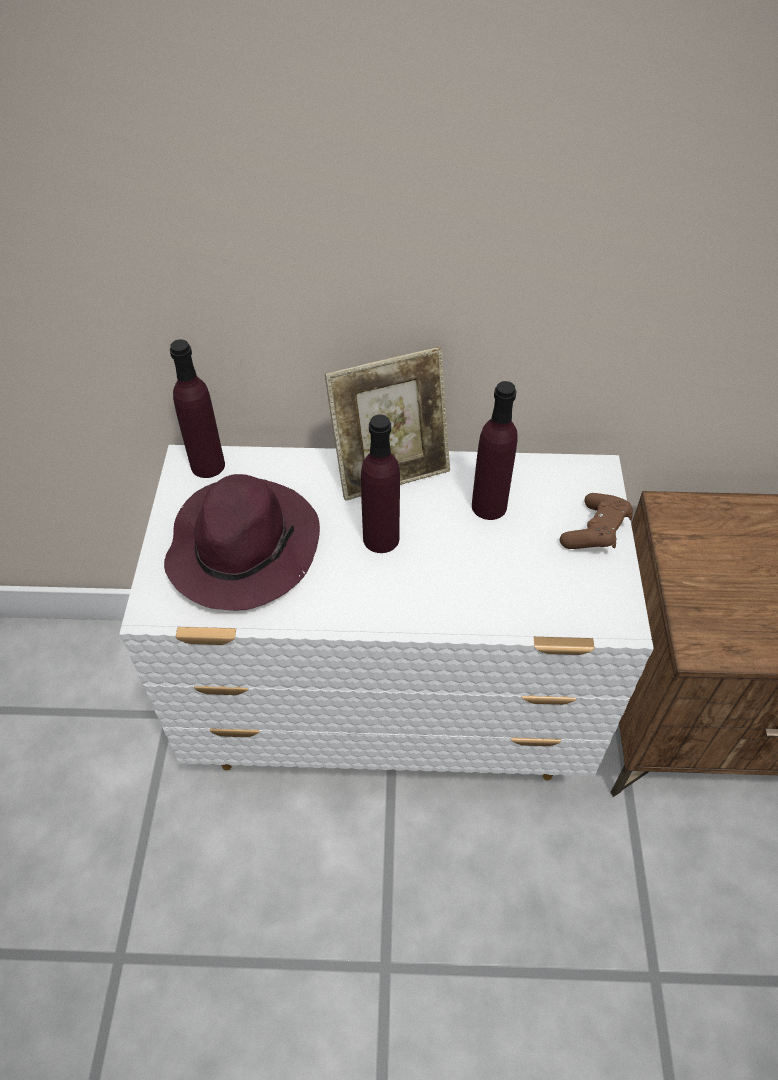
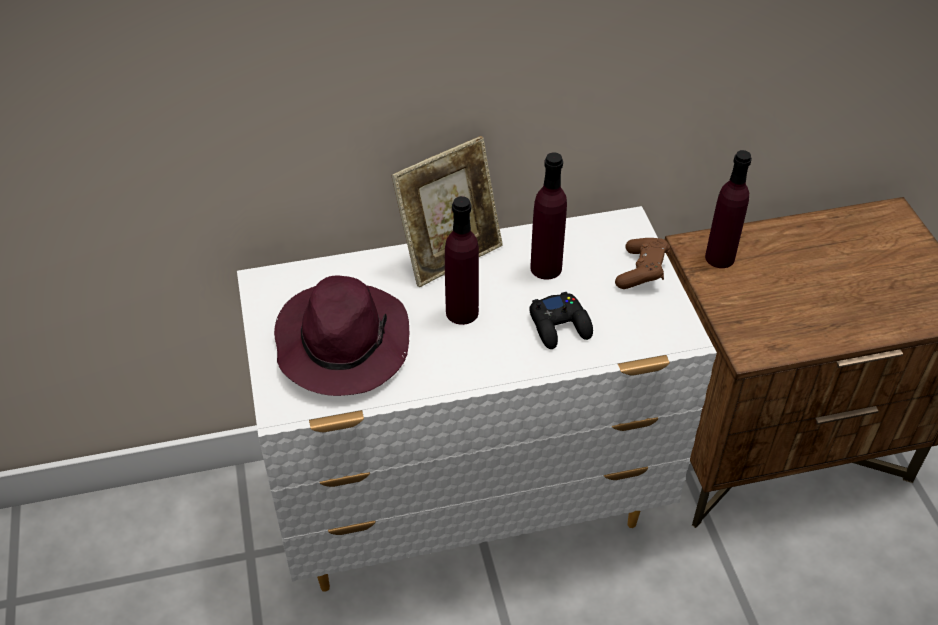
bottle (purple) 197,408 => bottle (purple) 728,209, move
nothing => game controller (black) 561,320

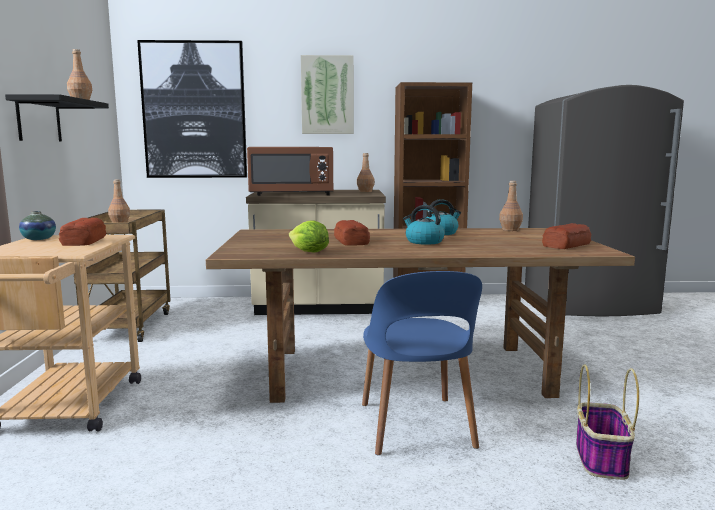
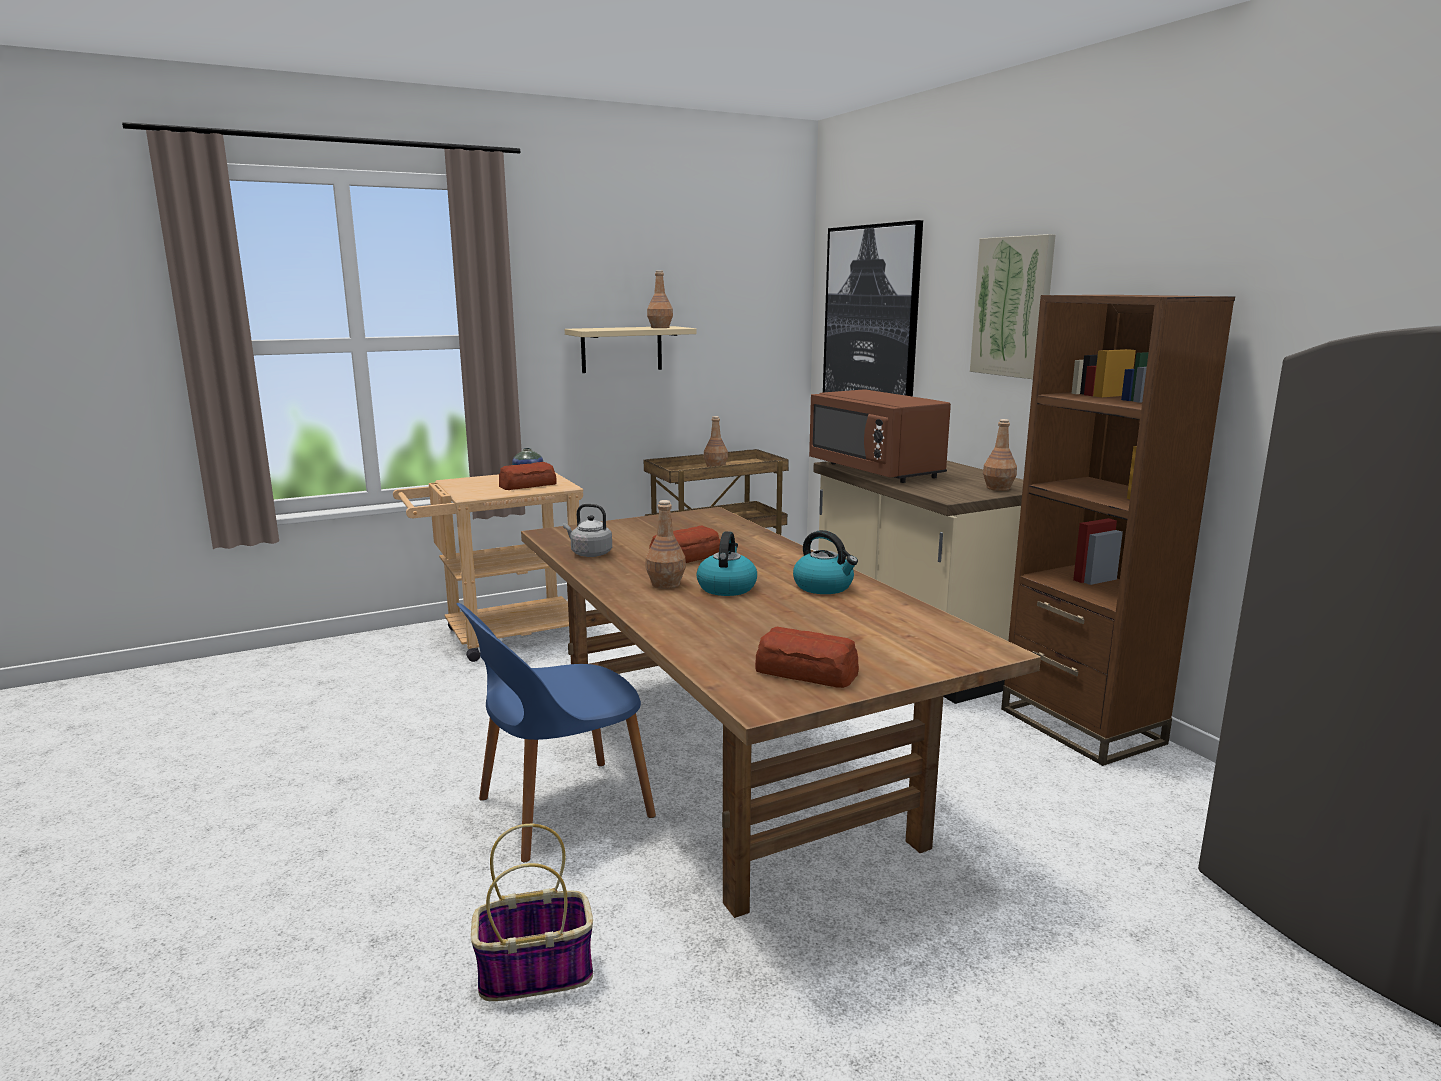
shelf (black) 57,117 => shelf (beige) 630,349
lettuce 309,236 => kettle (grey) 587,530
bottle (brown) 511,206 => bottle (brown) 665,544, move

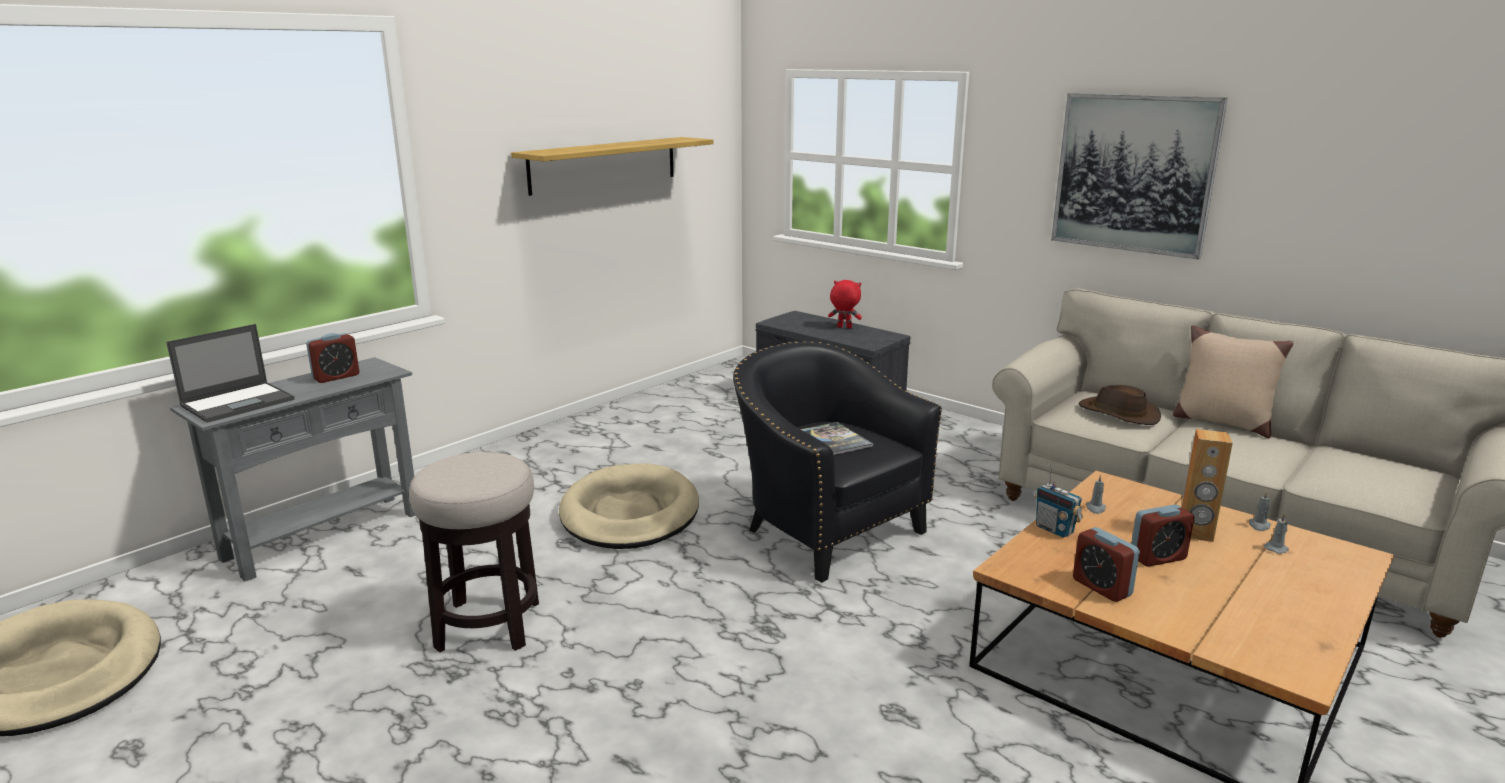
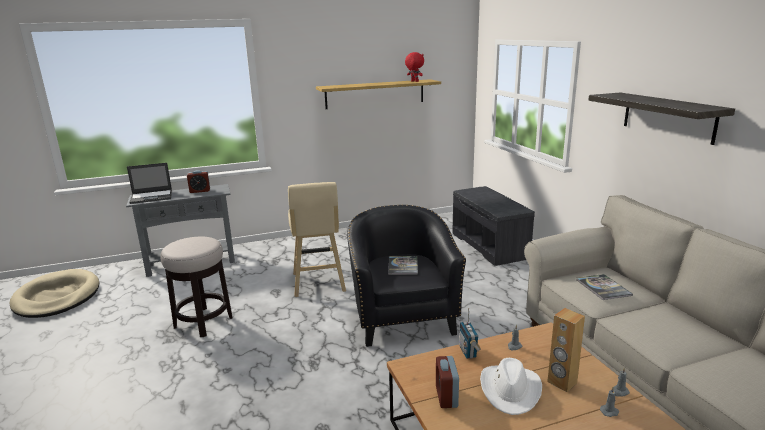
dog bed (beige) 629,506 => stool (beige) 317,239
plush toy (red) 845,304 => plush toy (red) 414,67, move
picture 1139,176 => shelf 661,119
hat (brown) 1120,405 => book 604,287
alarm clock 1163,535 => hat (white) 511,386
pillow (beige) 1233,381 => nothing

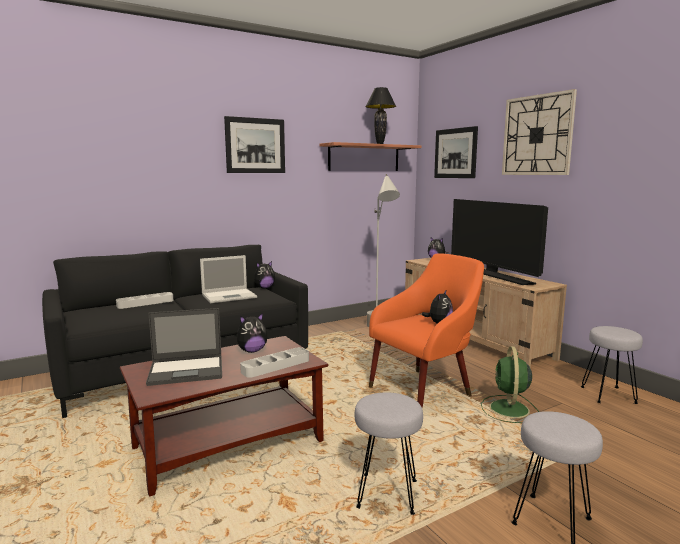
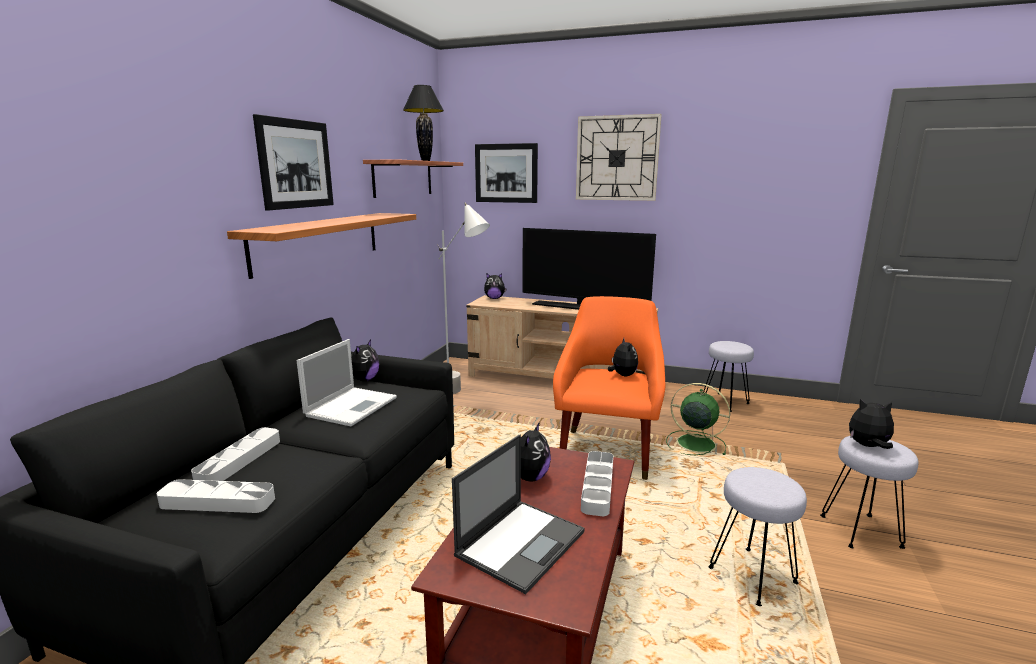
fan (green) 510,384 => fan (green) 698,419, 150 degrees clockwise
nothing => tray (grey) 216,496
nothing => shelf 321,246
nothing => plush toy 871,424

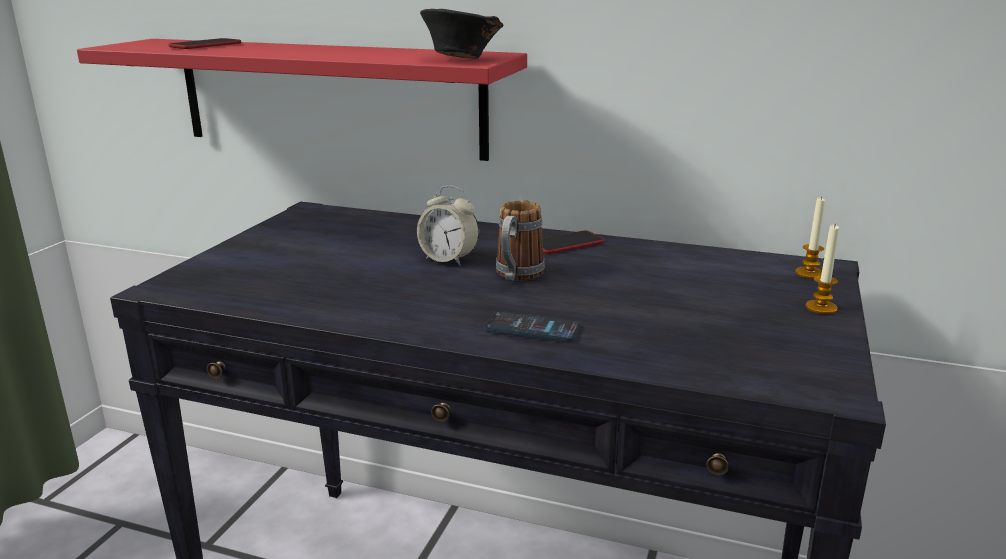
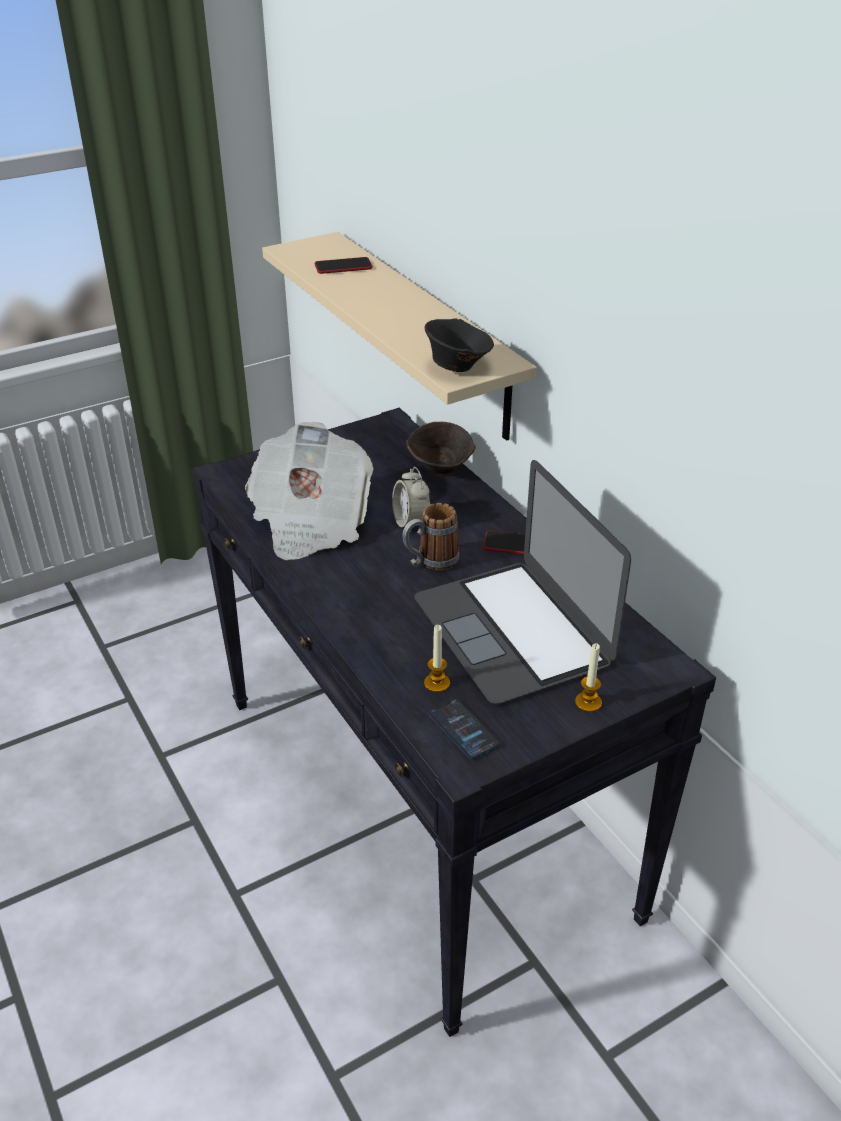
shelf (red) 302,100 => shelf (beige) 399,336
phone 532,326 => phone 464,729, move
candle 810,237 => candle 437,659, move
nothing => newspaper 309,491
nothing => bowl (brown) 441,448
nothing => laptop 522,582

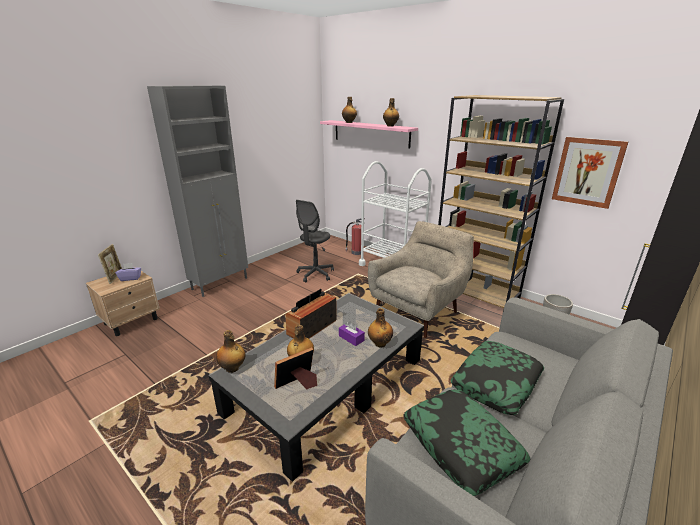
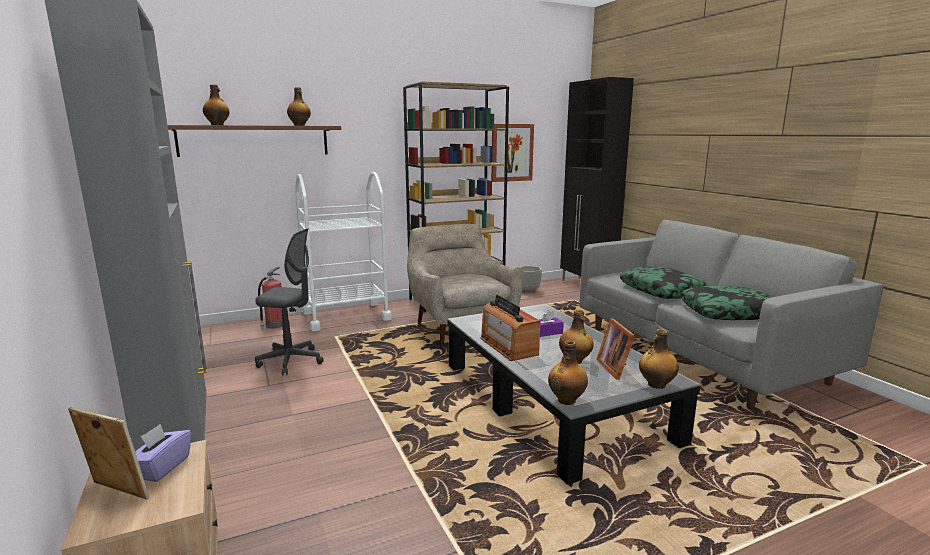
office chair (grey) 315,241 => office chair (grey) 289,301, 45 degrees counterclockwise
shelf (pink) 369,134 => shelf (brown) 254,141
bottle 380,328 => bottle 659,359, move

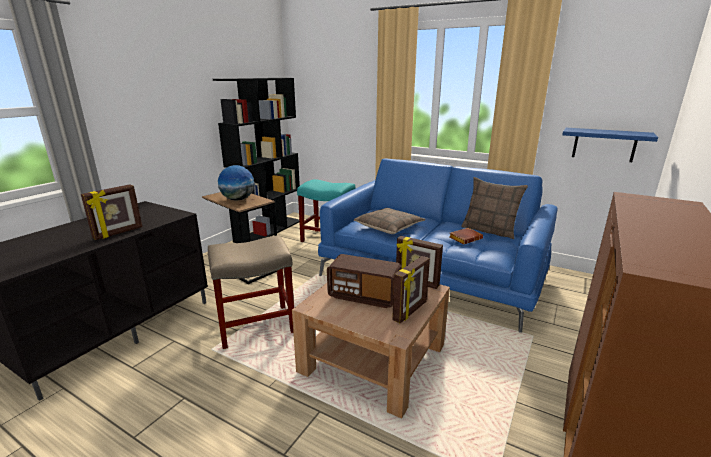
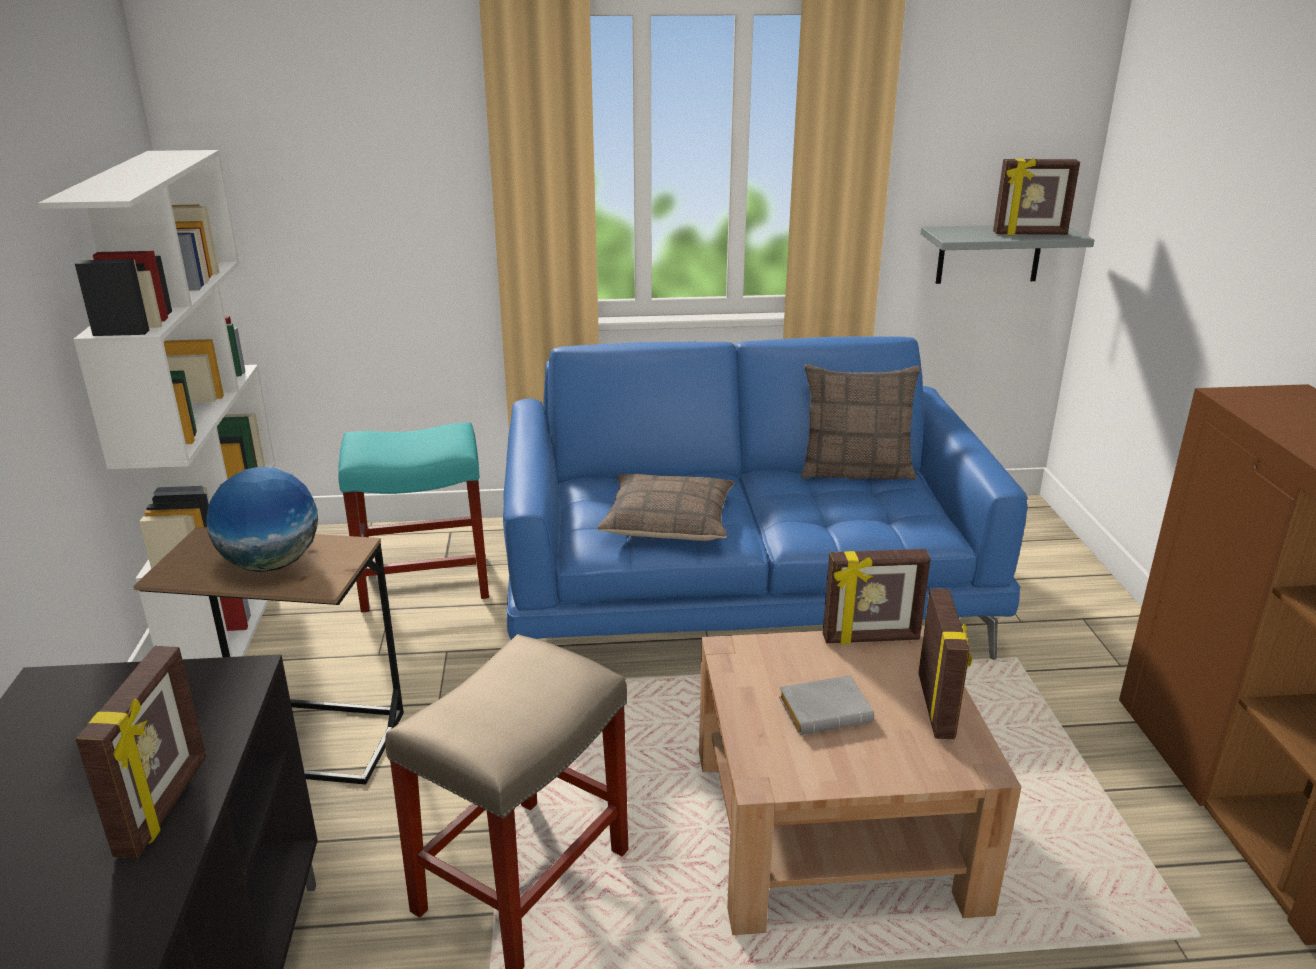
bookcase (black) 256,160 => bookcase (white) 157,404
radio 364,281 => book (grey) 826,705
book (brown) 466,236 => nothing
shelf (blue) 610,145 => shelf (grey) 1007,254
nothing => picture frame 1036,196

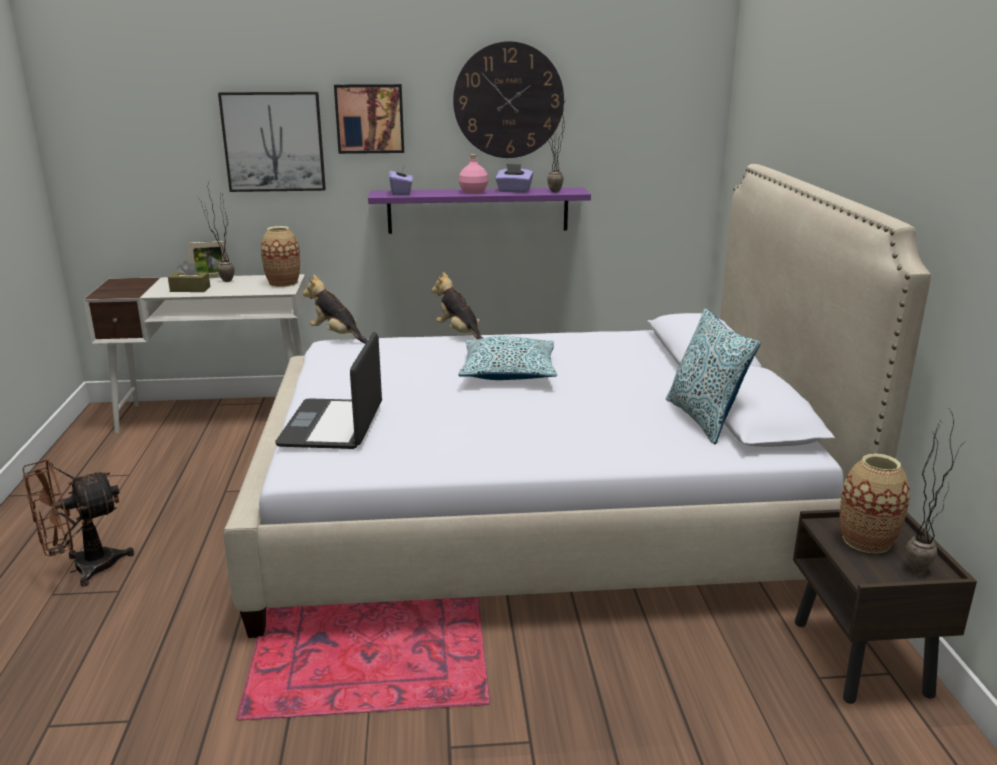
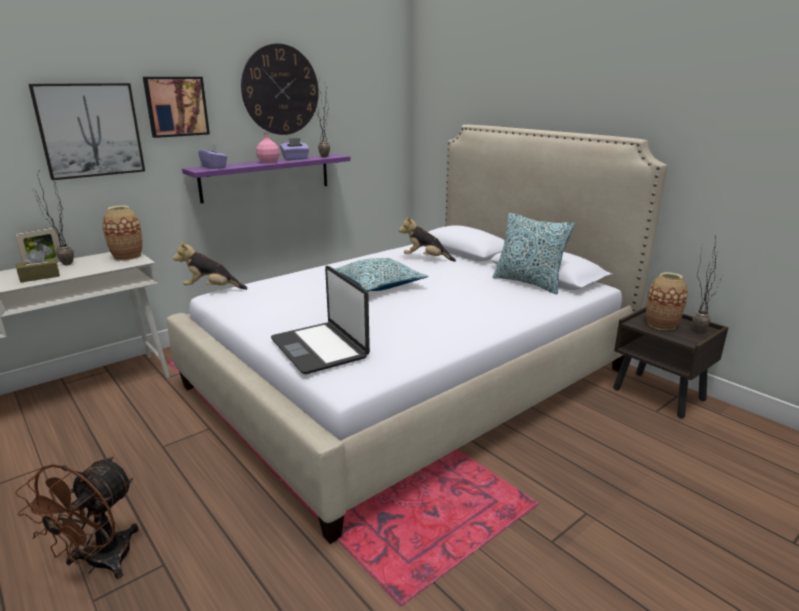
plush toy 457,305 => plush toy 427,239, move

